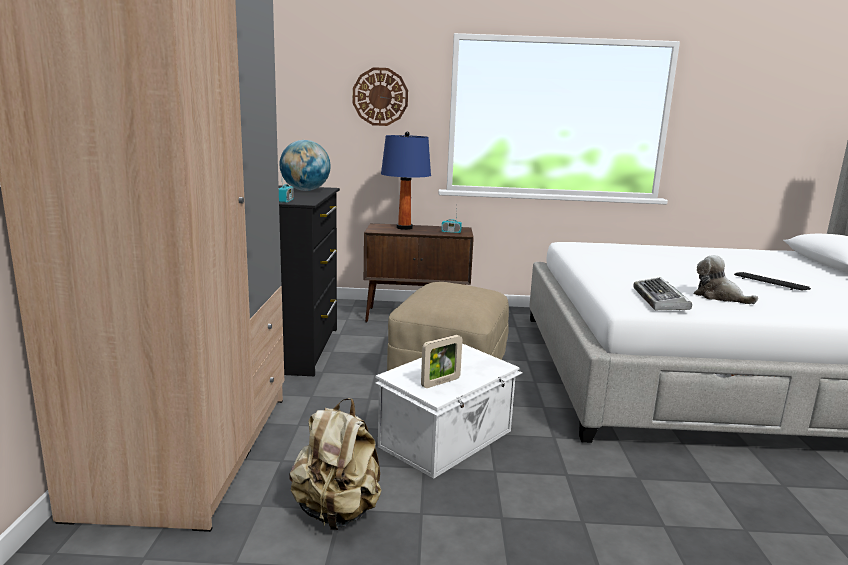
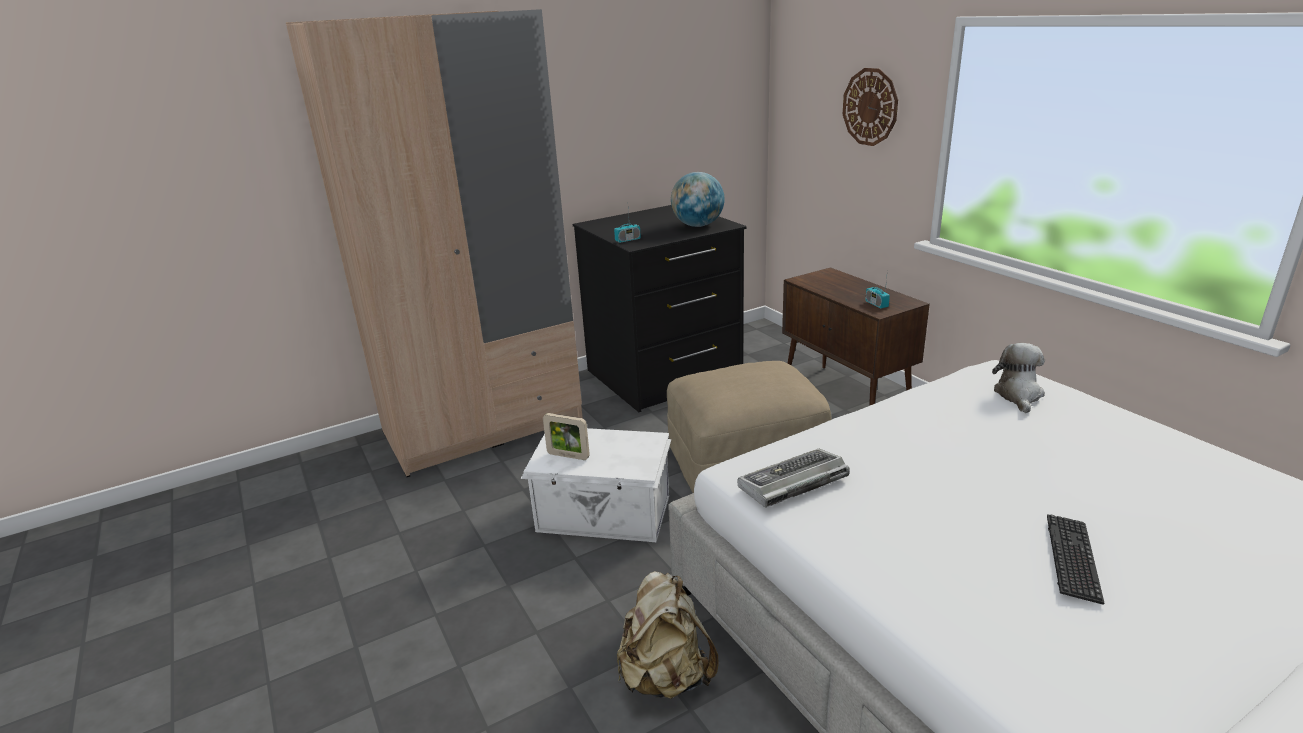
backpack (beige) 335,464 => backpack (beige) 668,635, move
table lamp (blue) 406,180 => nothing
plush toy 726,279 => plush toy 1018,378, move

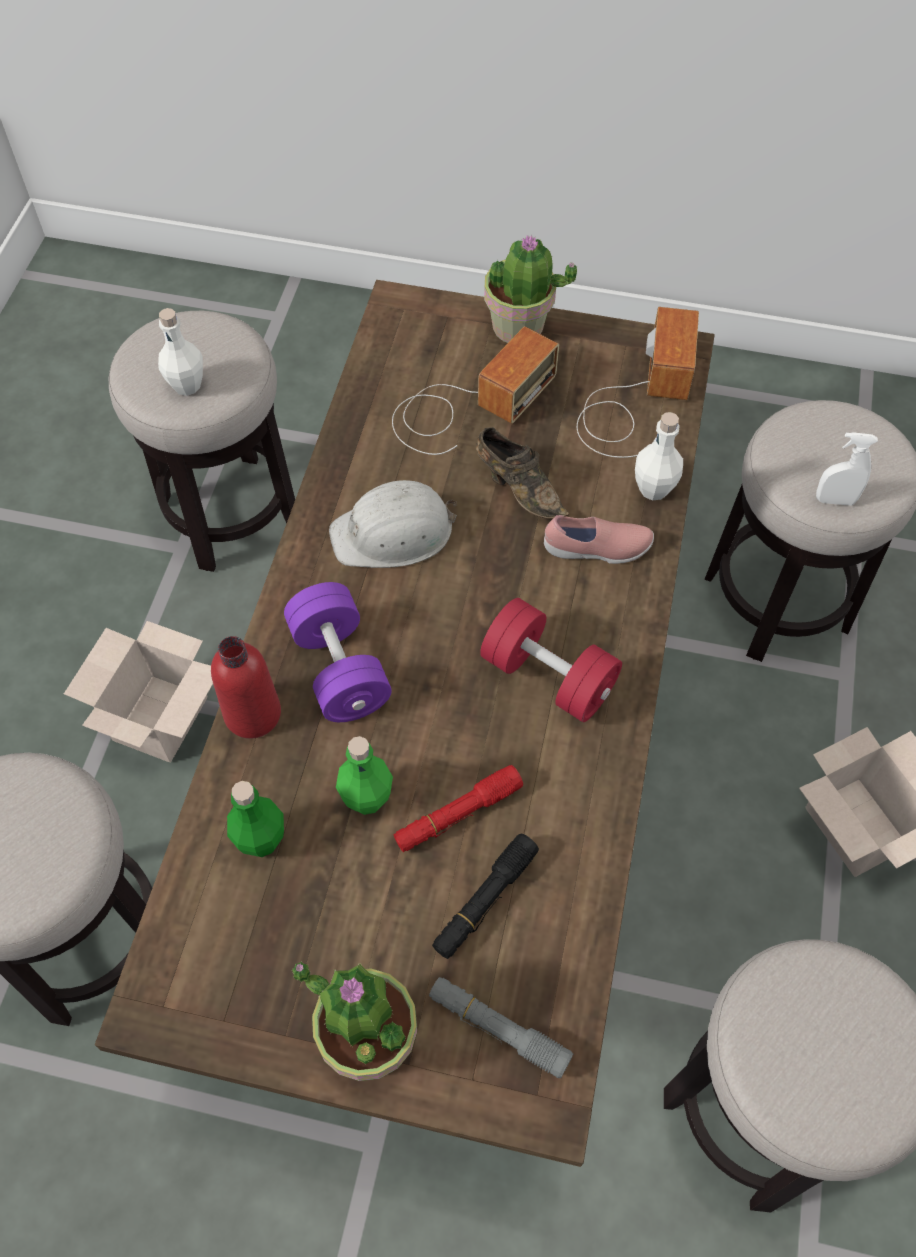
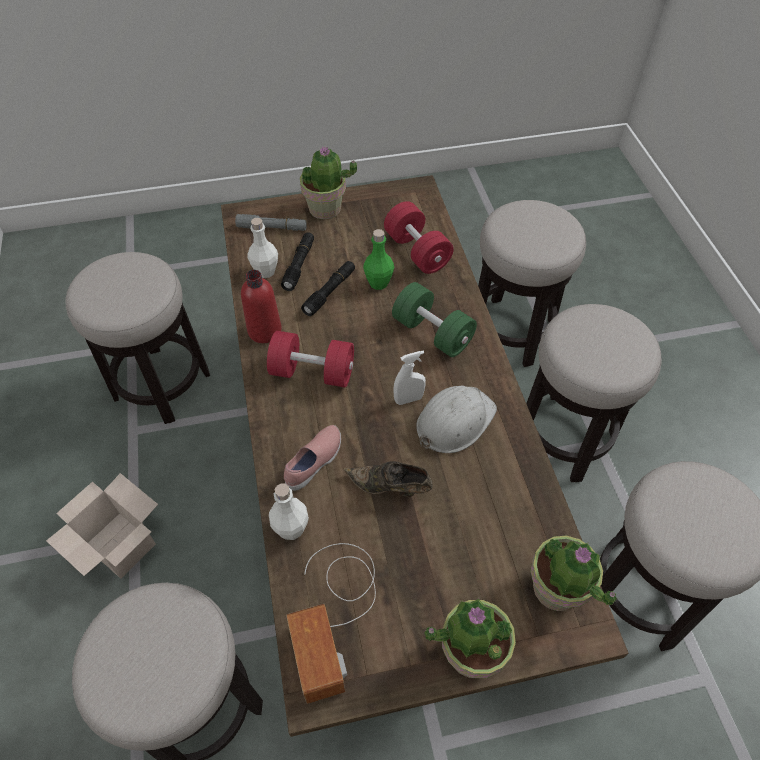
cardboard box 138,692 => stool 594,393
bottle (white) 180,352 => bottle (white) 262,248, move
bottle (red) 246,687 => bottle (red) 261,306, move
bottle (green) 255,819 => dumbbell (red) 419,237
dumbbell (purple) 338,652 => dumbbell (green) 434,319
radio 475,390 => nothing
flashlight (red) 458,808 => flashlight (black) 328,288
shoe (pink) 599,539 => shoe (pink) 312,458, 150 degrees clockwise
spray bottle (white) 847,469 => spray bottle (white) 409,378, move
nothing => potted plant 573,573

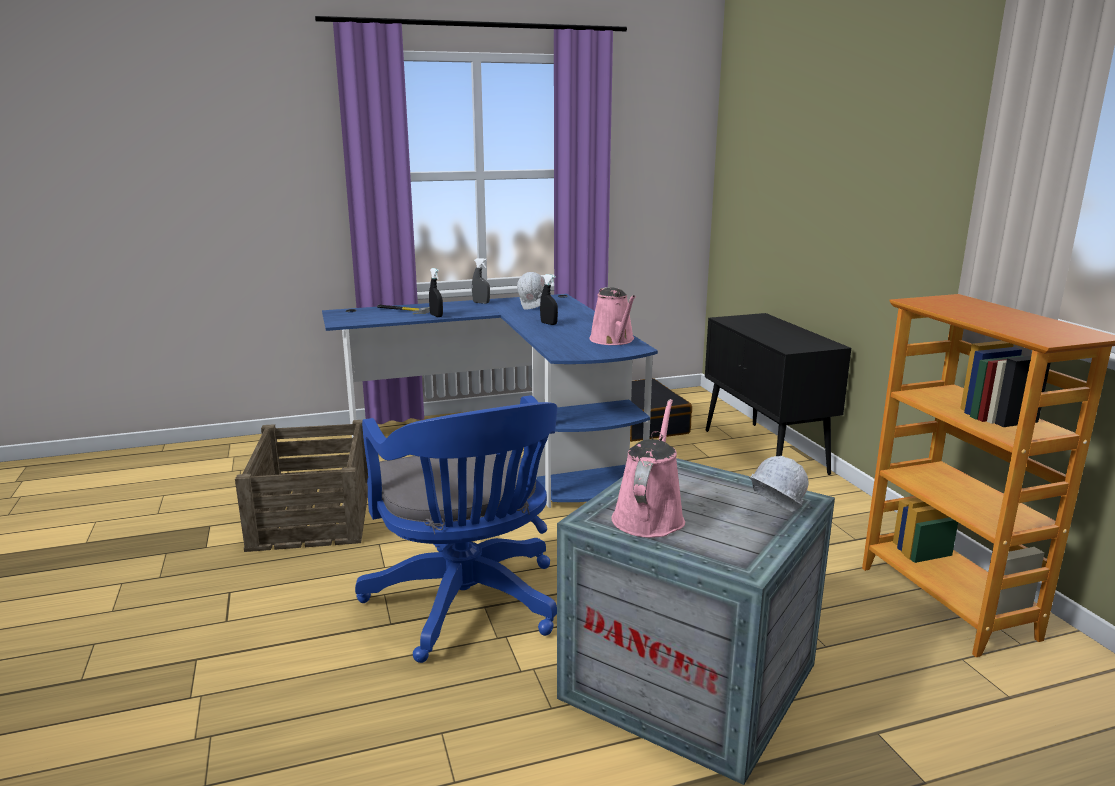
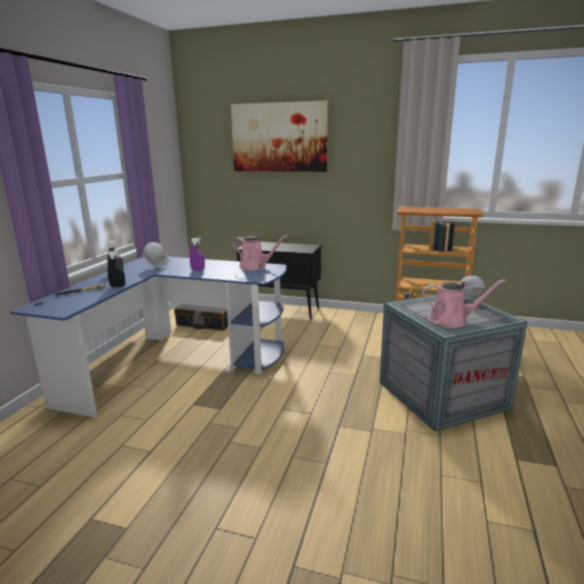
crate 301,486 => nothing
office chair (blue) 456,529 => nothing
spray bottle (black) 549,299 => spray bottle (purple) 197,254
watering can (pink) 648,468 => watering can (pink) 464,303, 135 degrees clockwise
nothing => picture 279,136

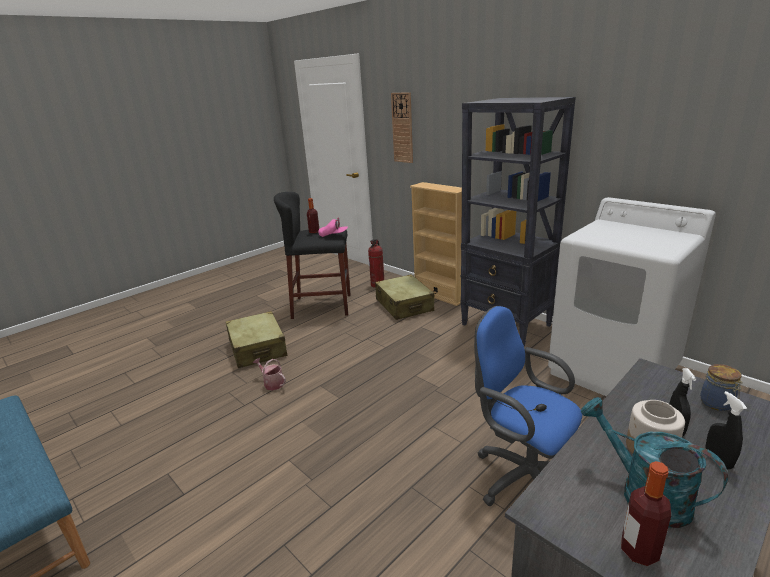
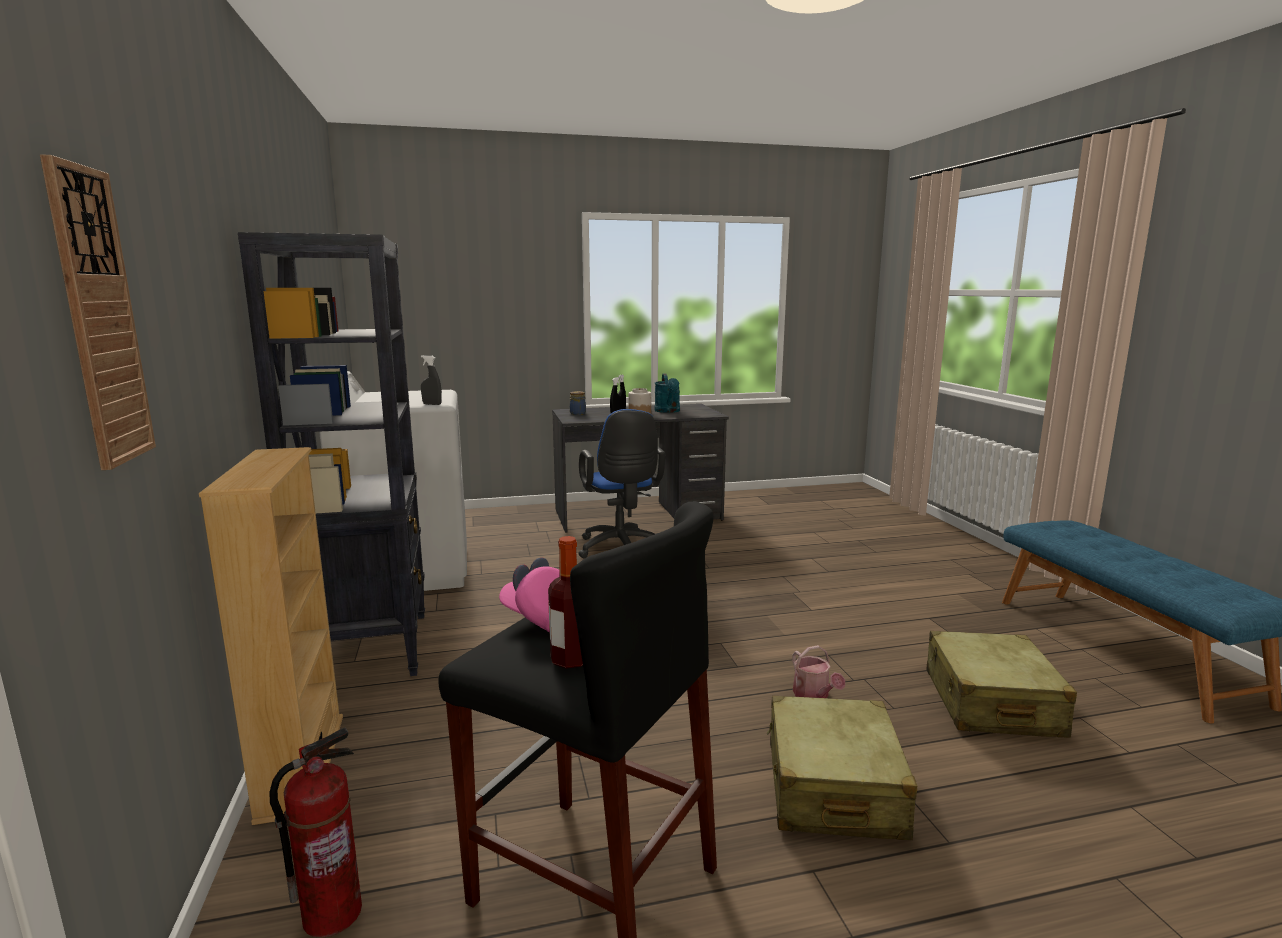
suitcase (beige) 404,297 => suitcase (beige) 1002,684, move
bottle 646,513 => nothing
nothing => spray bottle (grey) 431,380

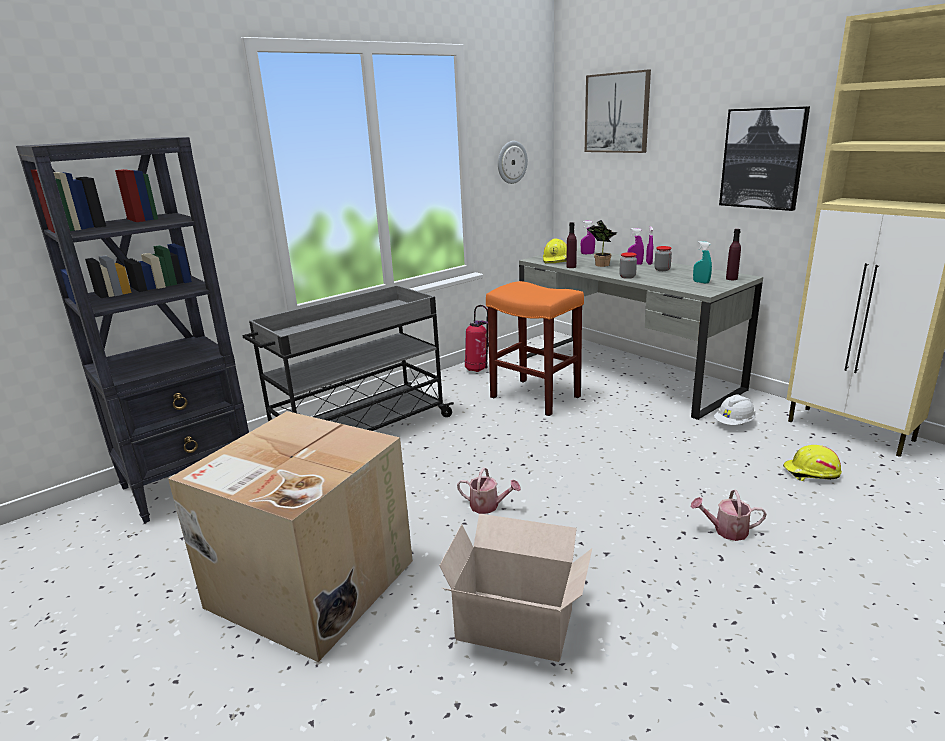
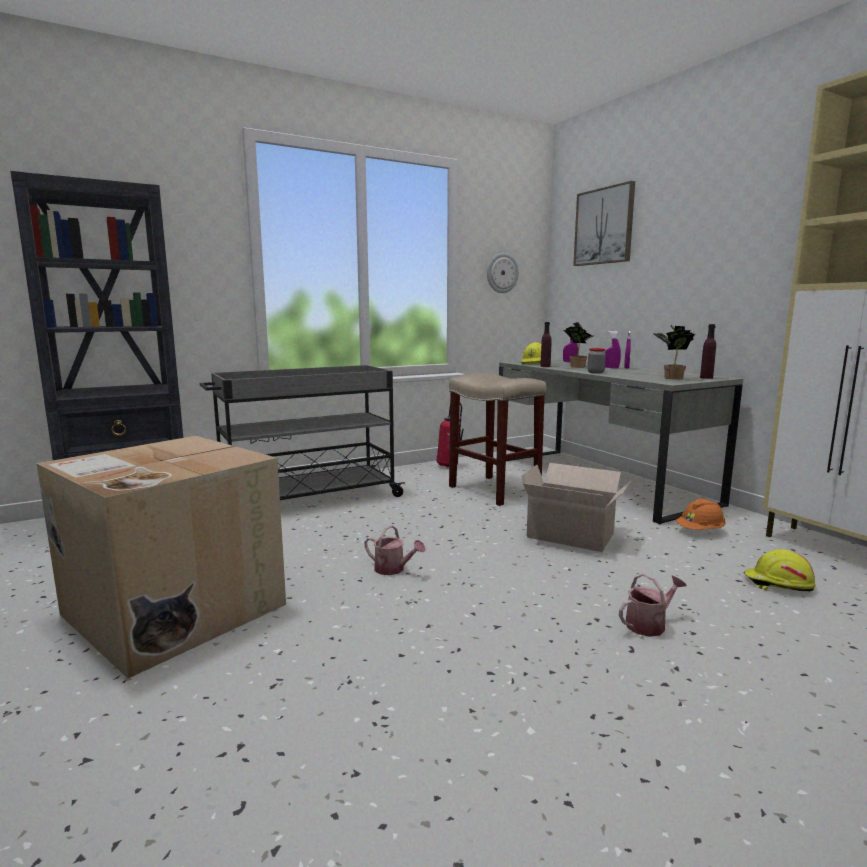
cardboard box 515,588 => cardboard box 577,507, move
stool (orange) 535,348 => stool (beige) 498,439
jar 663,258 => nothing
watering can 728,515 => watering can 652,605, 135 degrees clockwise
spray bottle (turquoise) 702,262 => potted plant 674,352
hard hat (white) 735,409 => hard hat (orange) 701,514
picture 764,158 => nothing

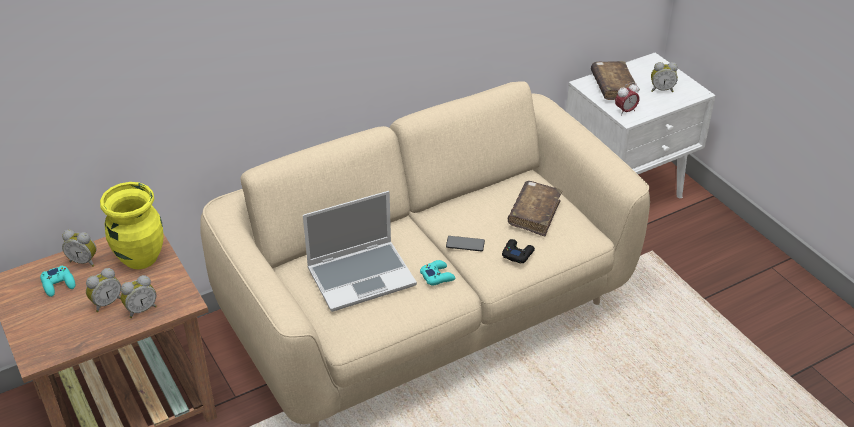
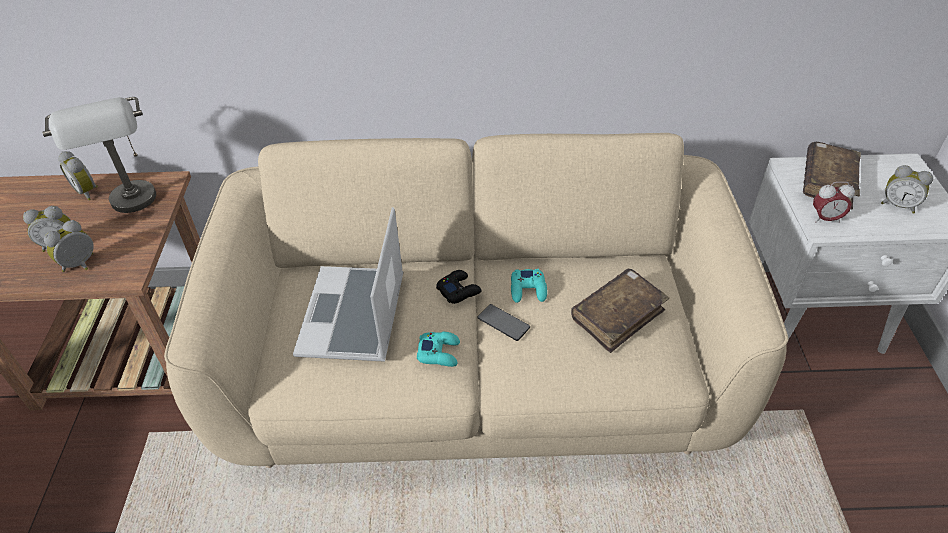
game controller (turquoise) 57,281 => game controller (turquoise) 529,286, move
vase (yellow) 131,225 => table lamp (grey) 99,155
alarm clock 138,296 => alarm clock 69,246, 135 degrees clockwise
laptop 360,251 => laptop 348,284, 90 degrees clockwise
game controller (black) 518,251 => game controller (black) 459,287, move

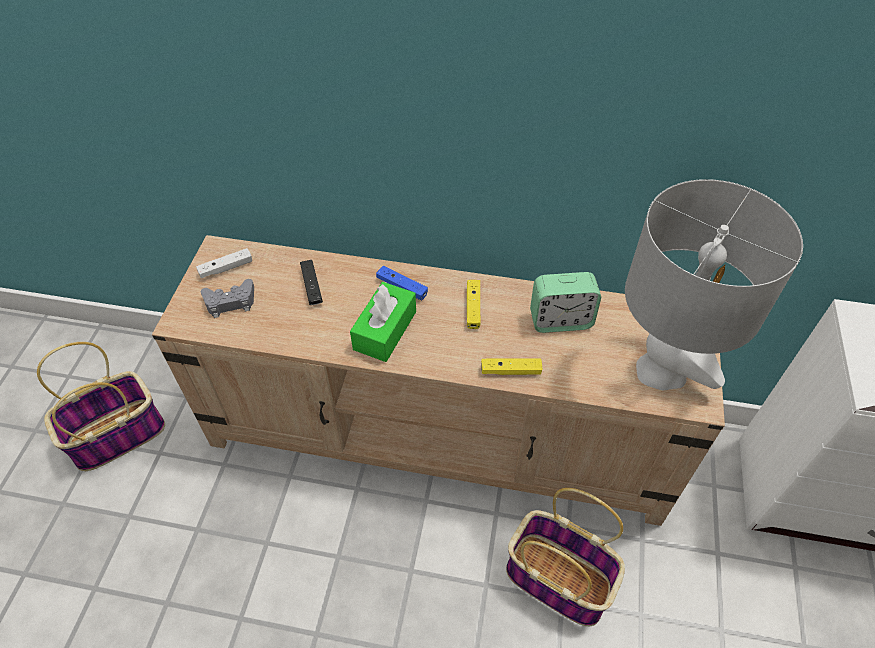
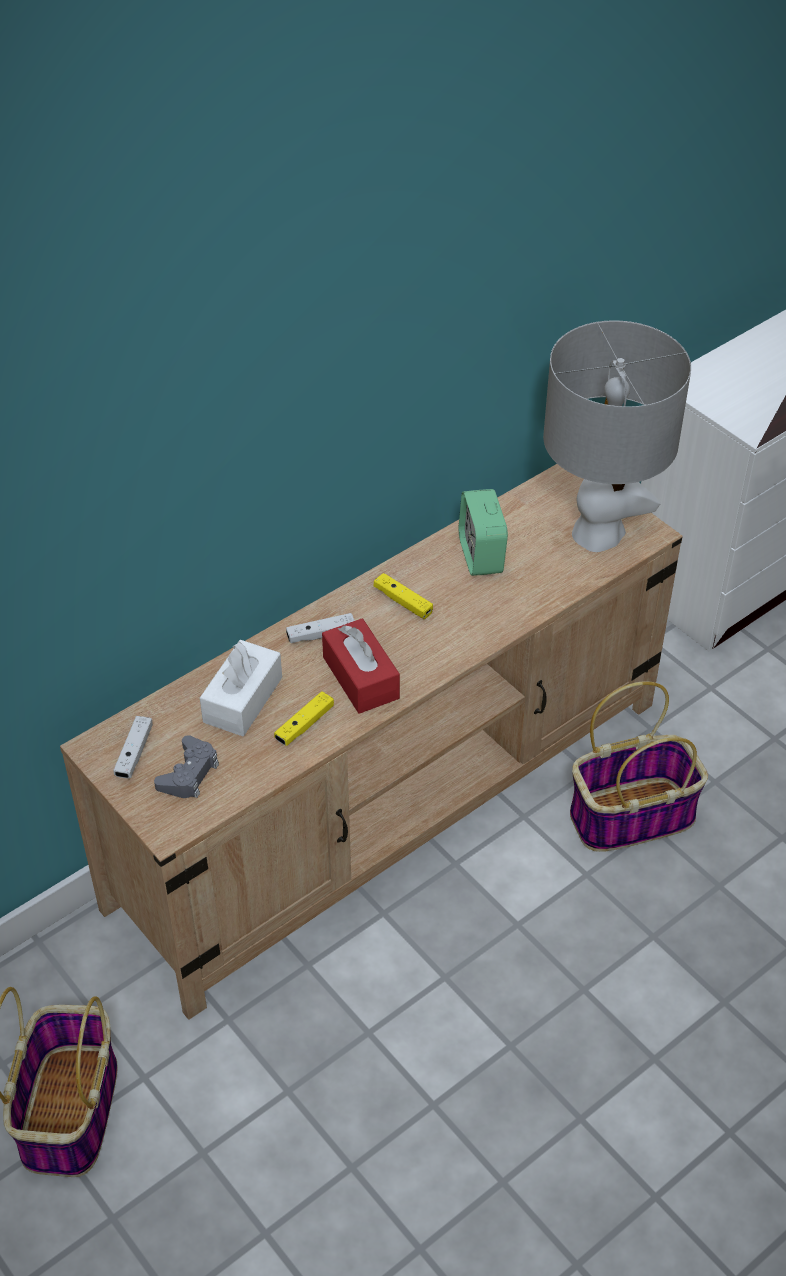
game controller (black) 311,282 => tissue box (white) 241,688
tissue box (green) 383,322 => tissue box (red) 361,666
game controller (blue) 402,283 => game controller (white) 320,628
game controller (yellow) 511,366 => game controller (yellow) 304,718, move
alarm clock 565,302 => alarm clock 483,532, 135 degrees clockwise

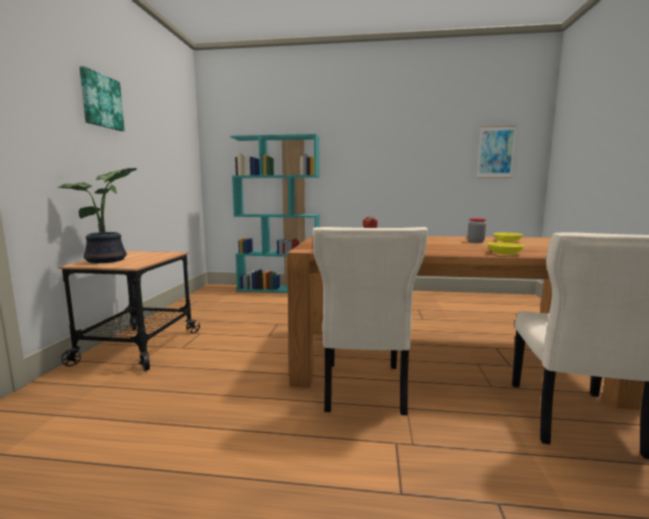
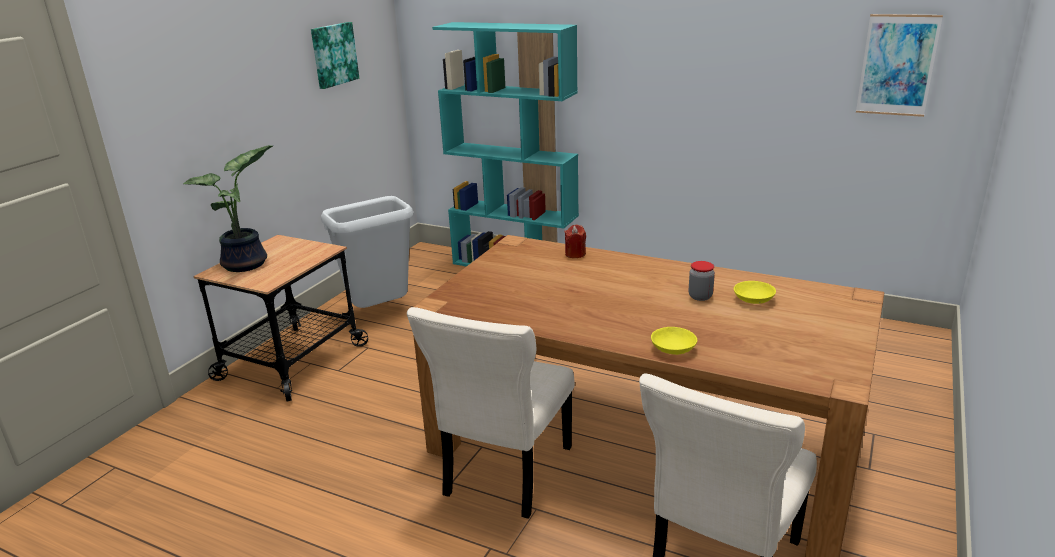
picture 102,98 => picture 335,55, move
nothing => trash can (grey) 367,252

